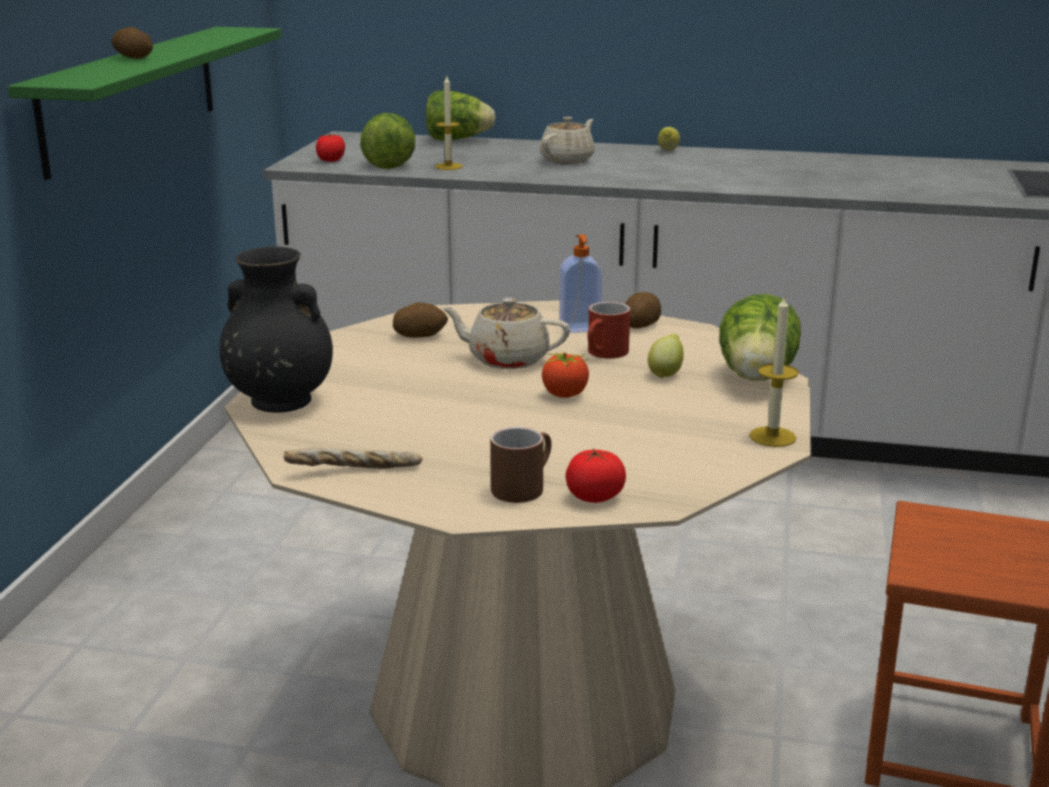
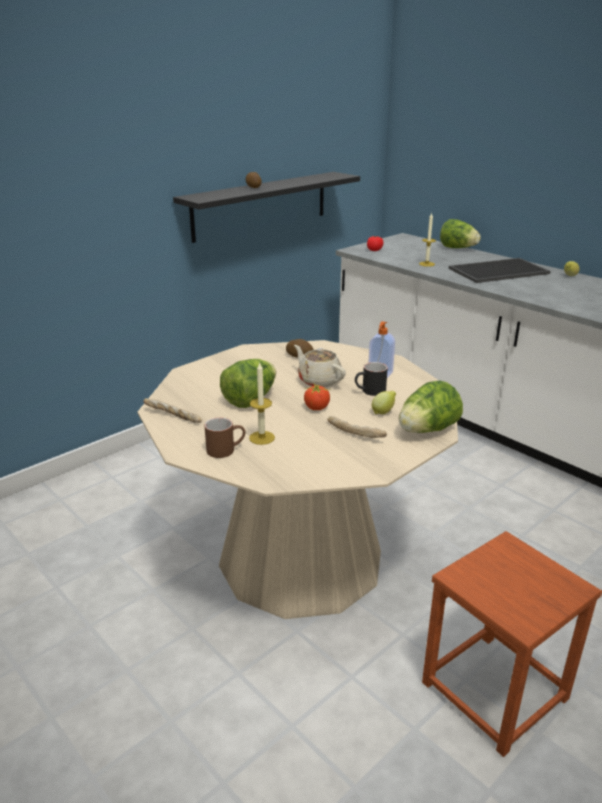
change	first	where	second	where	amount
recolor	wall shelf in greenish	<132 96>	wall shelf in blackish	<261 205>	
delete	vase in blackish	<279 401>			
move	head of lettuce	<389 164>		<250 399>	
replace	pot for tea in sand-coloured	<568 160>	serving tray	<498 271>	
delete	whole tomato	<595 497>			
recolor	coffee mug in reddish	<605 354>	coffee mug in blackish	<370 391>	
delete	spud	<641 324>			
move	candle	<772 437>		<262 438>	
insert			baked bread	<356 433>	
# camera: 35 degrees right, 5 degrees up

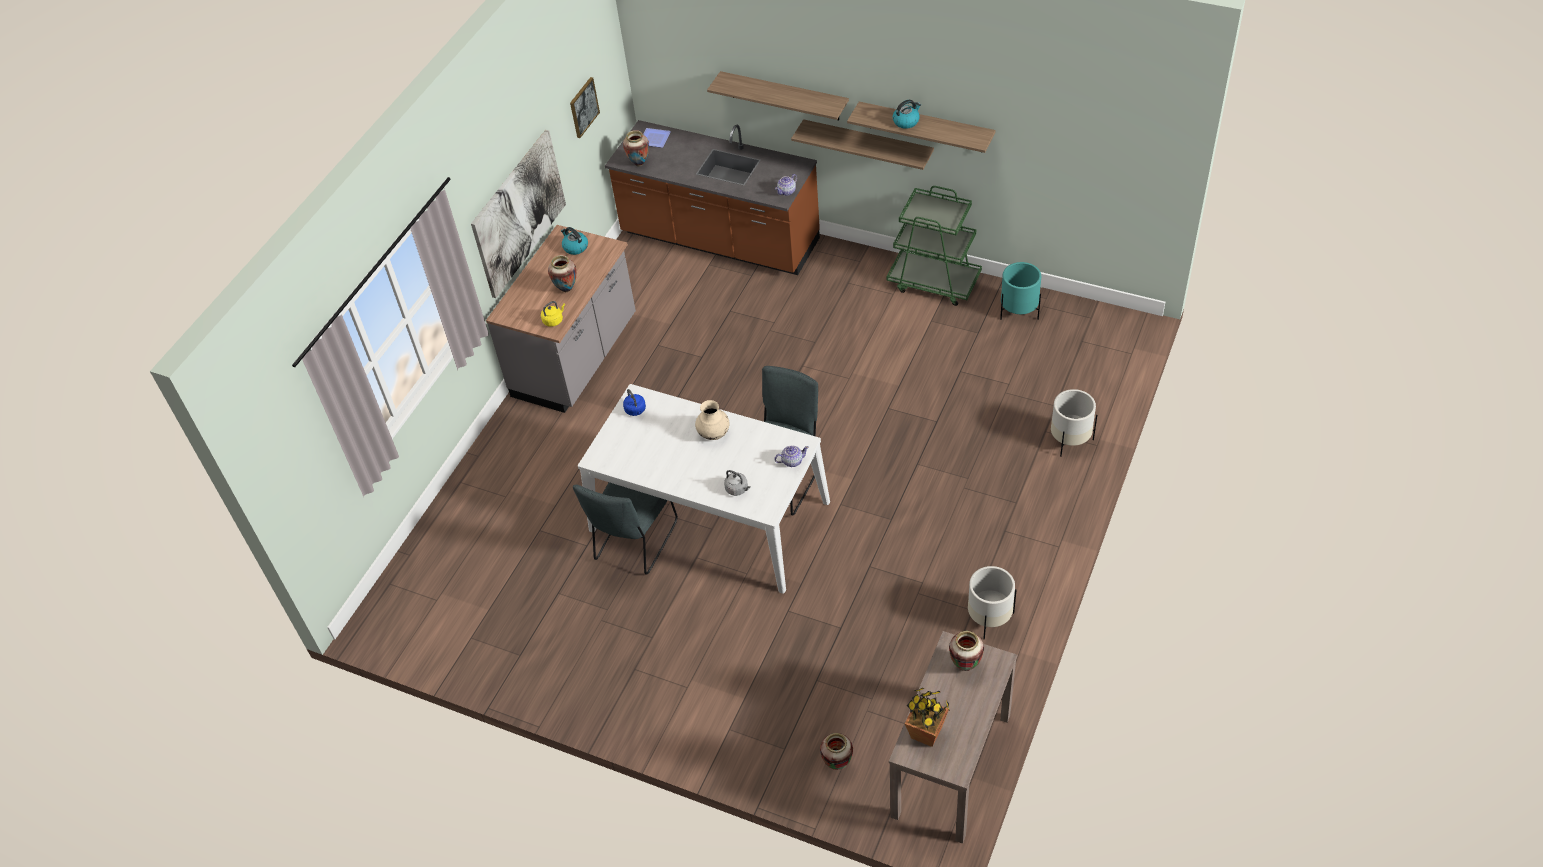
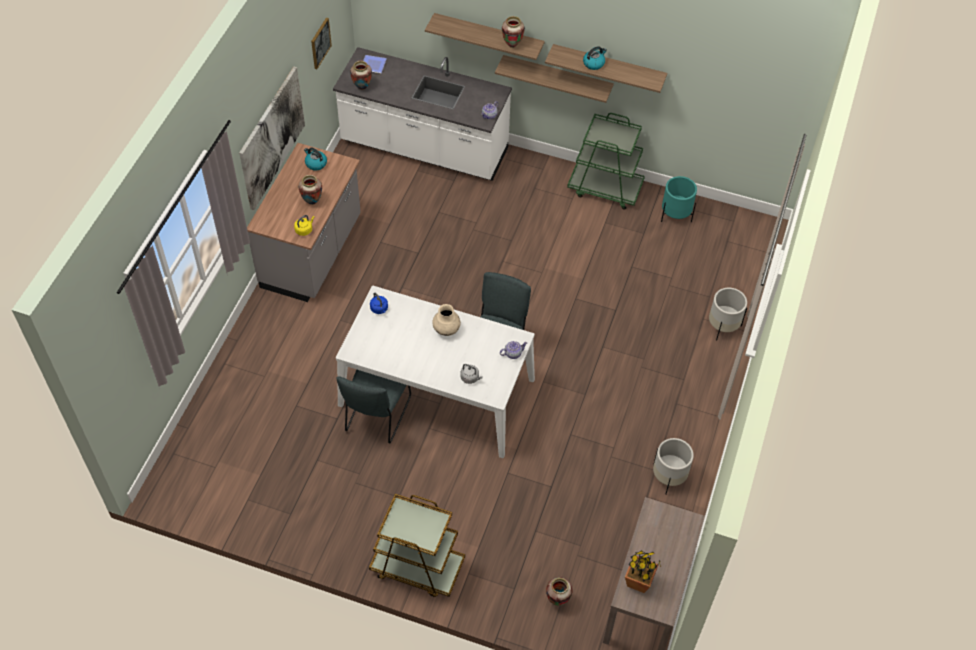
change	first	where	second	where	amount
recolor	kitchen base unit in brown-coloured	<719 239>	kitchen base unit in whitish	<424 147>	
move	vase	<965 665>		<512 45>	
insert			trolley in brown-coloured	<417 567>	
# camera: 10 degrees left, 5 degrees up

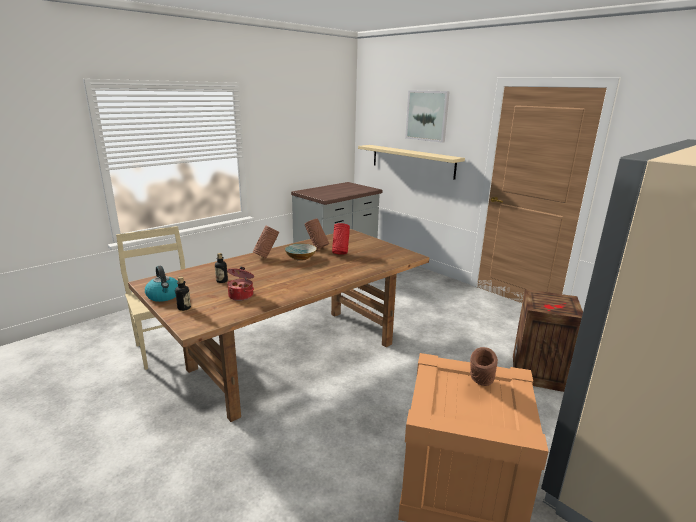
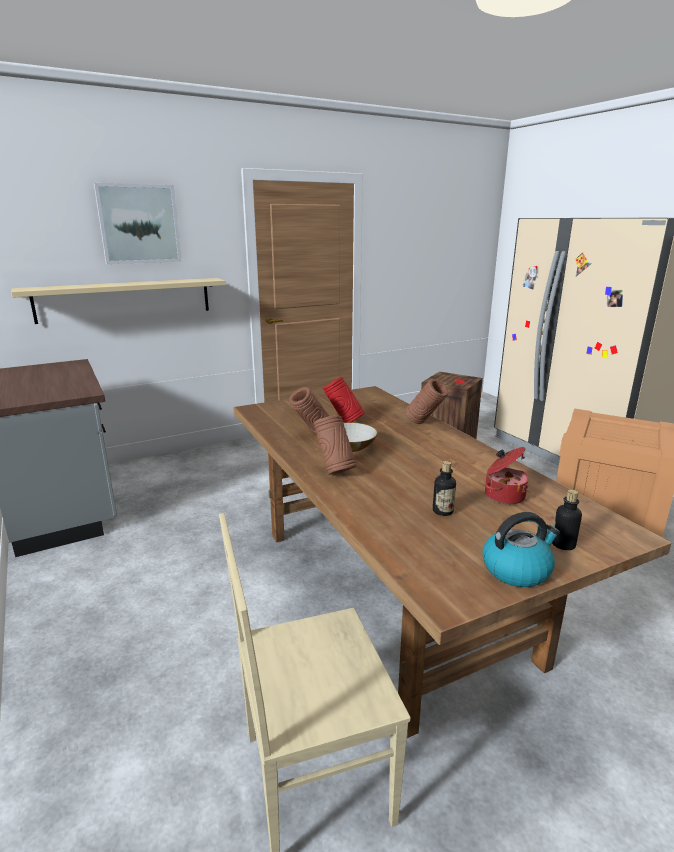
change	first	where	second	where	amount
move	vase in brown-coloured	<480 387>		<425 424>	
# camera: 75 degrees left, 0 degrees up

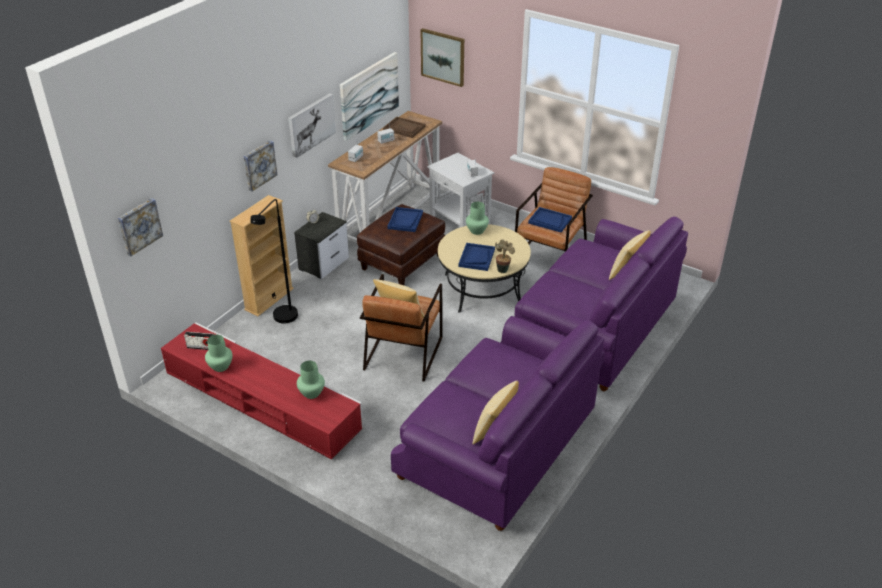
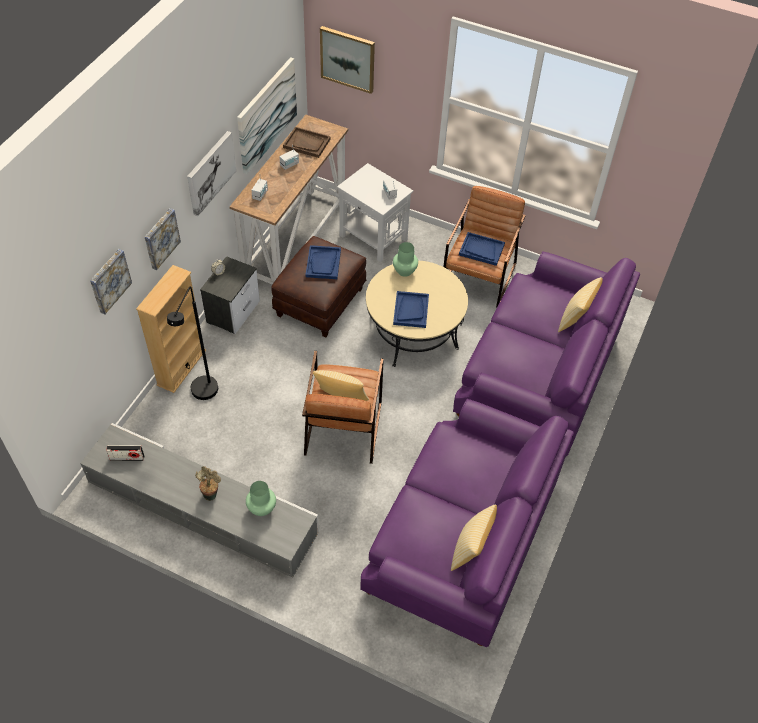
change	first	where	second	where	amount
move	picture	<139 226>		<109 280>	
recolor	tv unit in reddish	<261 400>	tv unit in gray	<201 507>	
delete	vase in greenish	<221 366>			
move	plant in a pot	<503 269>		<211 493>	
# camera: 10 degrees left, 15 degrees up

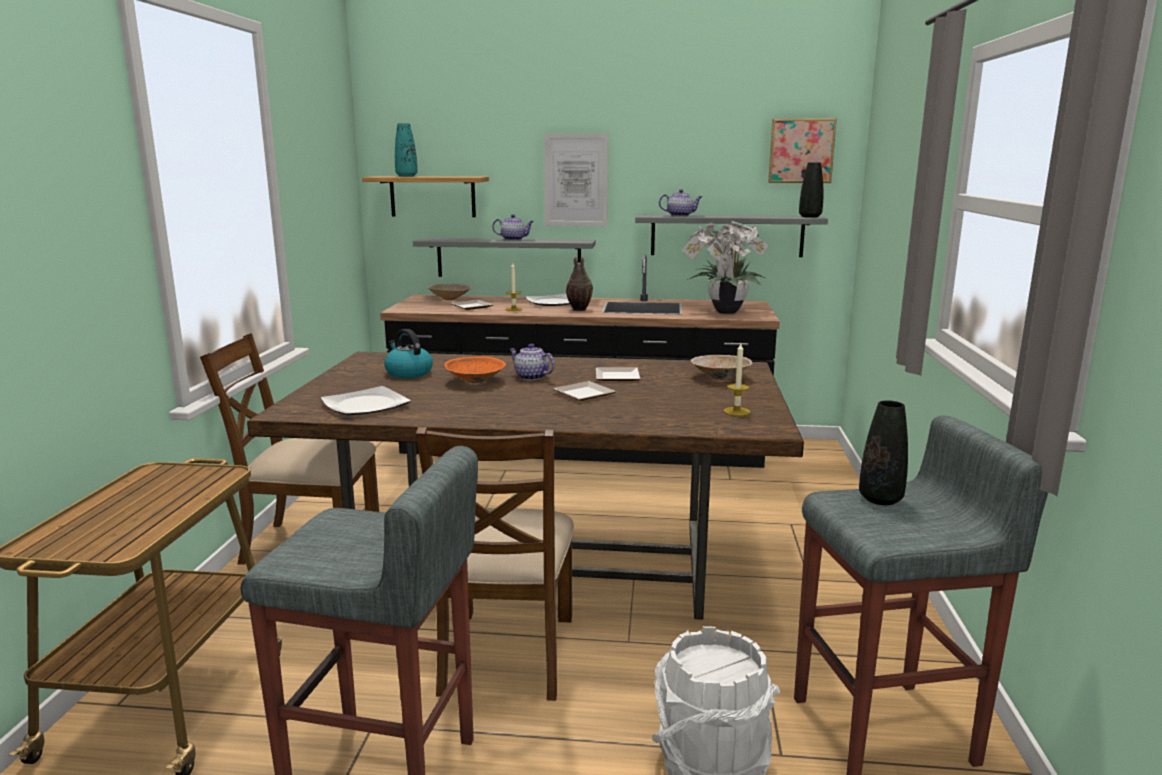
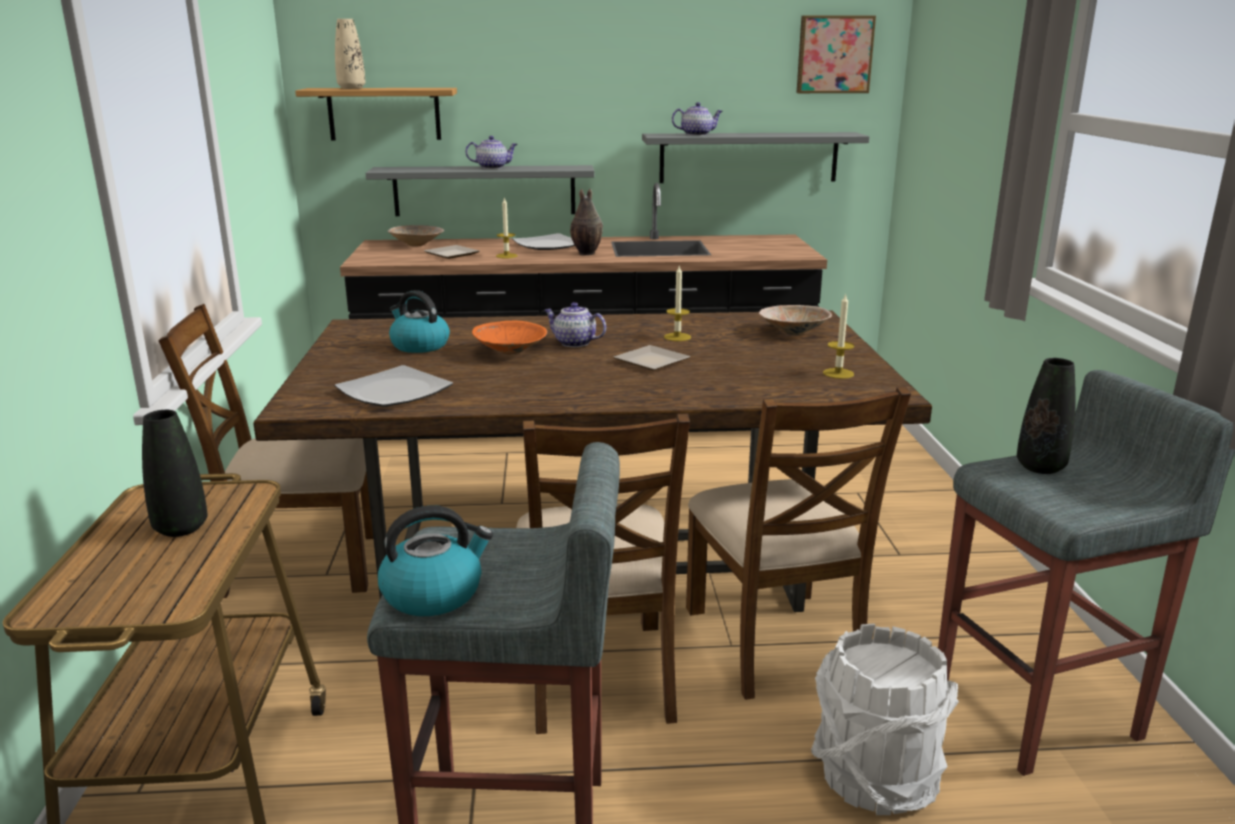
change	first	where	second	where	amount
recolor	vase in turquoise-coloured	<406 176>	vase in sand-coloured	<351 88>	
delete	picture	<576 180>			
replace	flat dish	<619 376>	candle	<677 337>	
delete	plant in a pot	<723 311>			
move	vase in blackish	<810 217>		<181 528>	
insert			kettle	<434 593>	
insert			plain chair in brown-coloured	<775 642>	
# camera: 10 degrees left, 5 degrees up

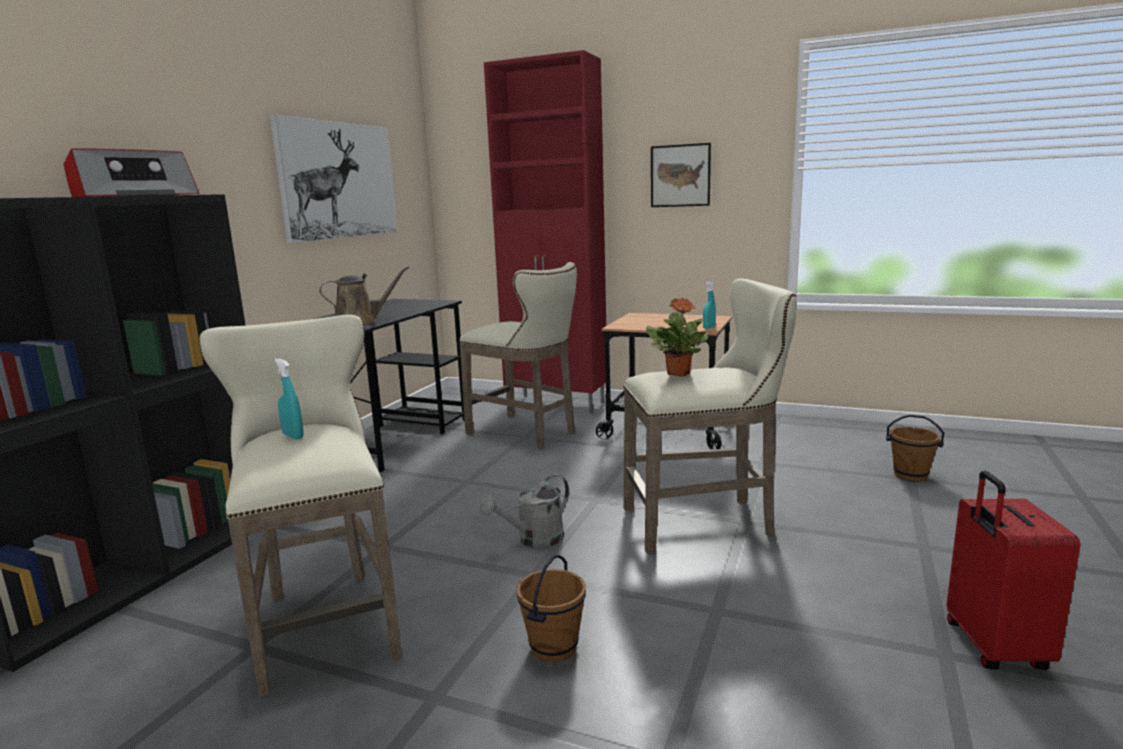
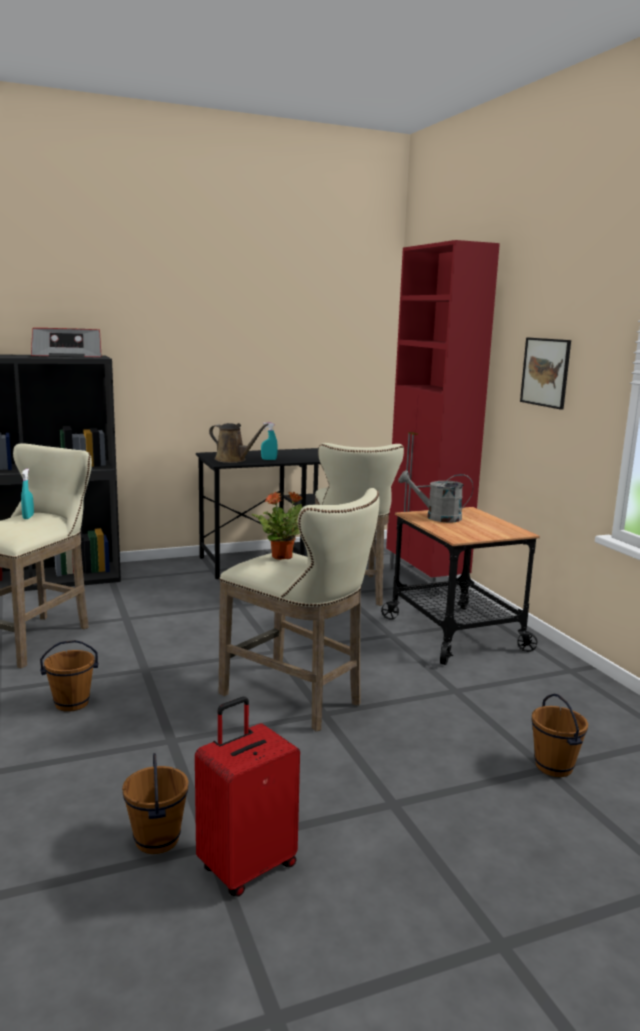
change	first	where	second	where	amount
delete	picture	<339 180>			
move	watering pot in gray	<533 540>		<437 517>	
move	sprayer in turquoise-coloured	<709 328>		<269 459>	
insert			bucket in brown-coloured	<158 840>	
# camera: 45 degrees right, 0 degrees up

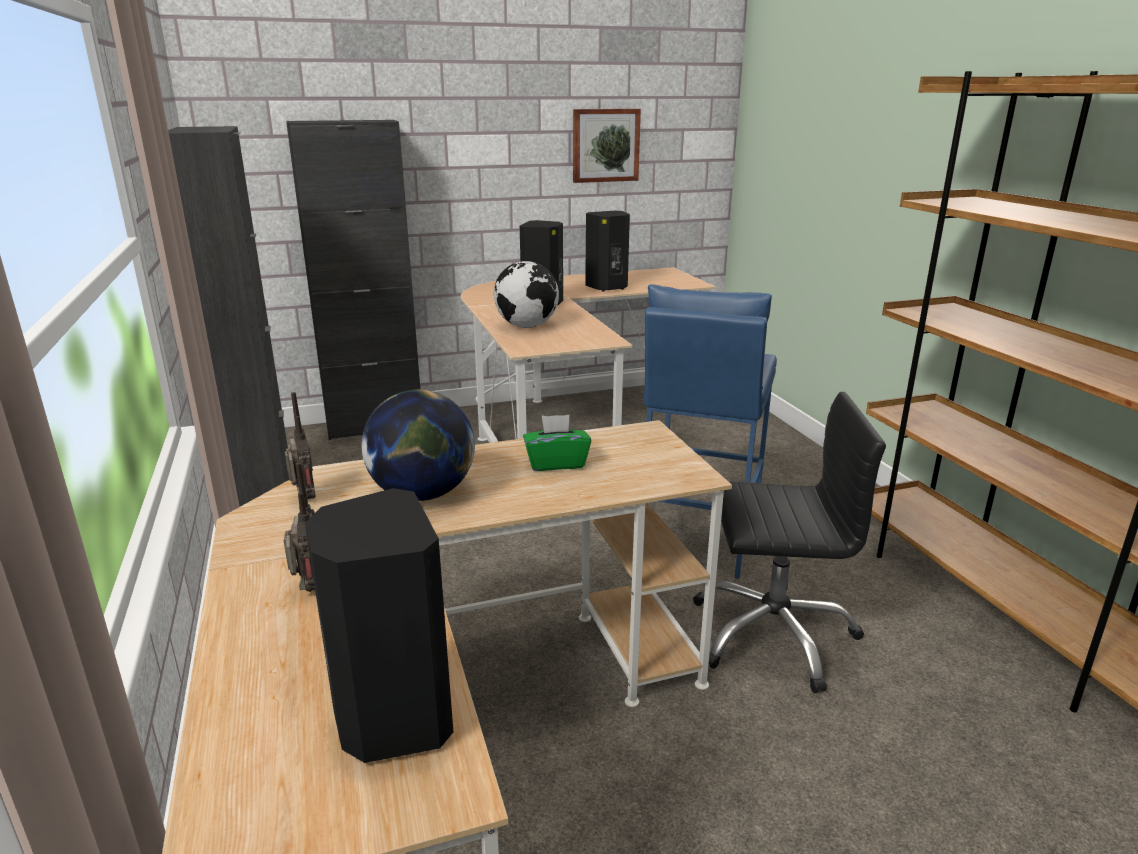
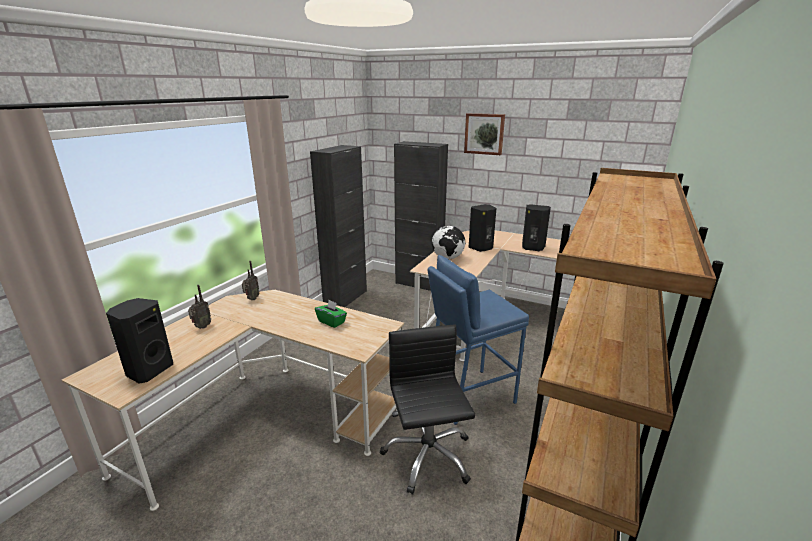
change	first	where	second	where	amount
delete	globe	<422 494>			
move	picture	<605 145>		<484 134>	
rotate	office chair in blackish	<772 633>		<427 456>	150 degrees counterclockwise
# camera: 45 degrees right, 0 degrees up

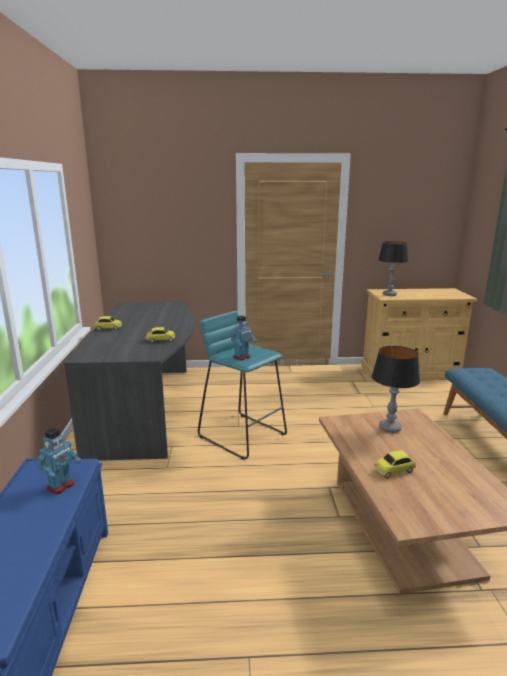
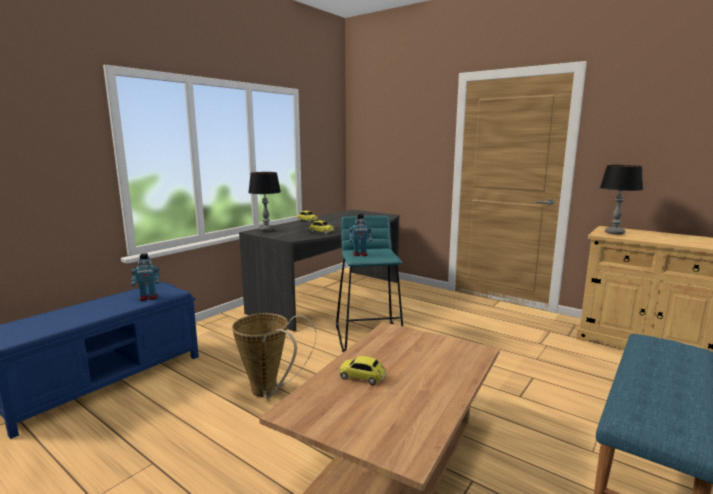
change	first	where	second	where	amount
move	lamp for a table	<390 428>		<266 230>	
insert			storage basket	<269 392>	
# camera: 40 degrees right, 5 degrees down

